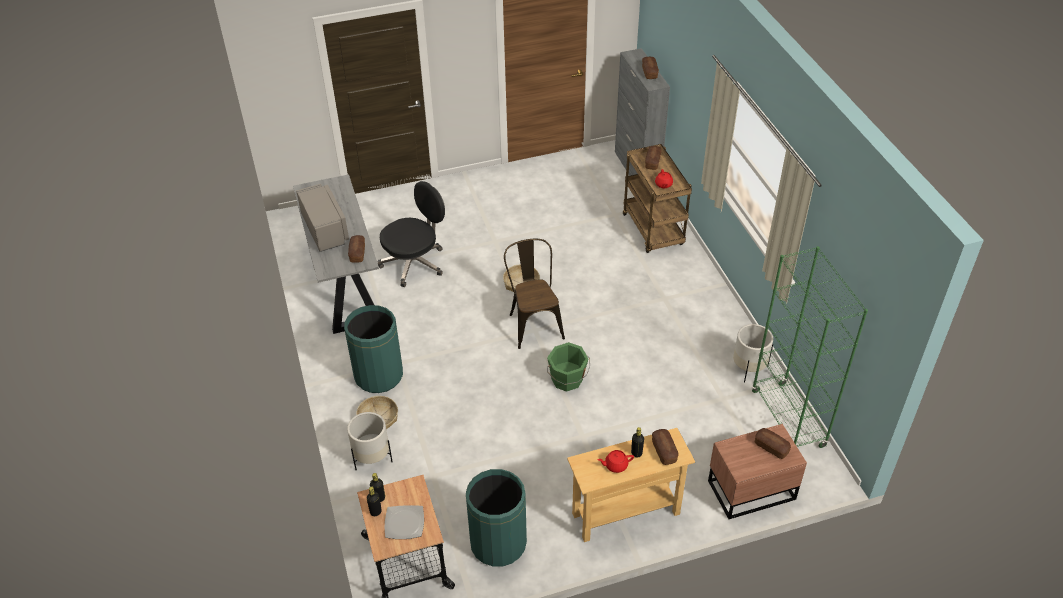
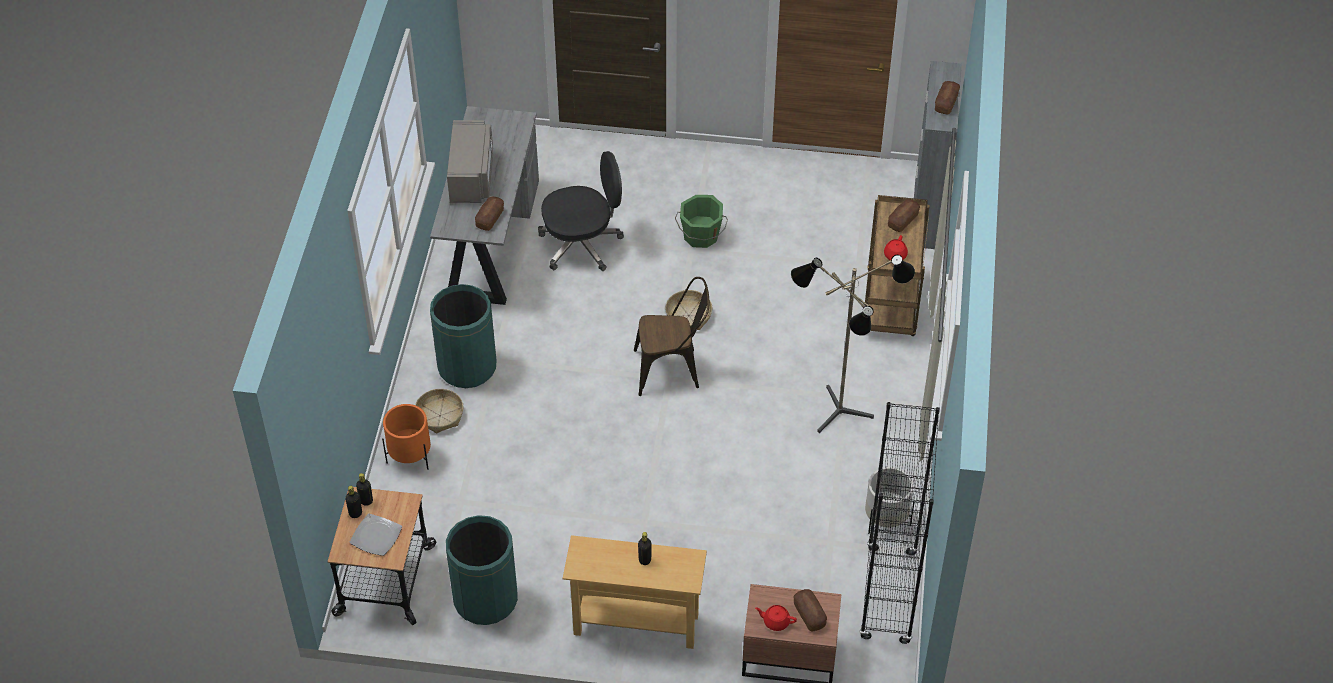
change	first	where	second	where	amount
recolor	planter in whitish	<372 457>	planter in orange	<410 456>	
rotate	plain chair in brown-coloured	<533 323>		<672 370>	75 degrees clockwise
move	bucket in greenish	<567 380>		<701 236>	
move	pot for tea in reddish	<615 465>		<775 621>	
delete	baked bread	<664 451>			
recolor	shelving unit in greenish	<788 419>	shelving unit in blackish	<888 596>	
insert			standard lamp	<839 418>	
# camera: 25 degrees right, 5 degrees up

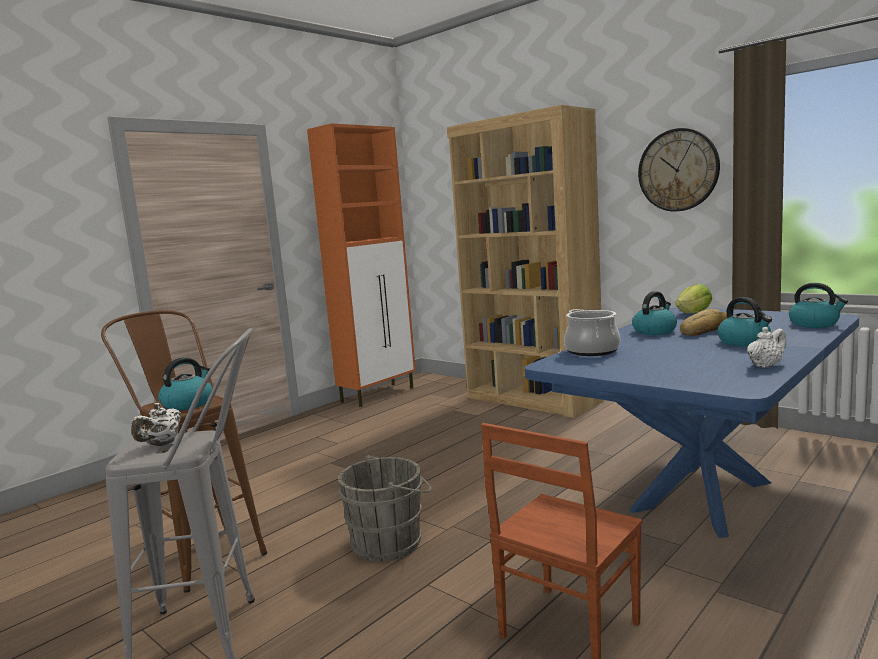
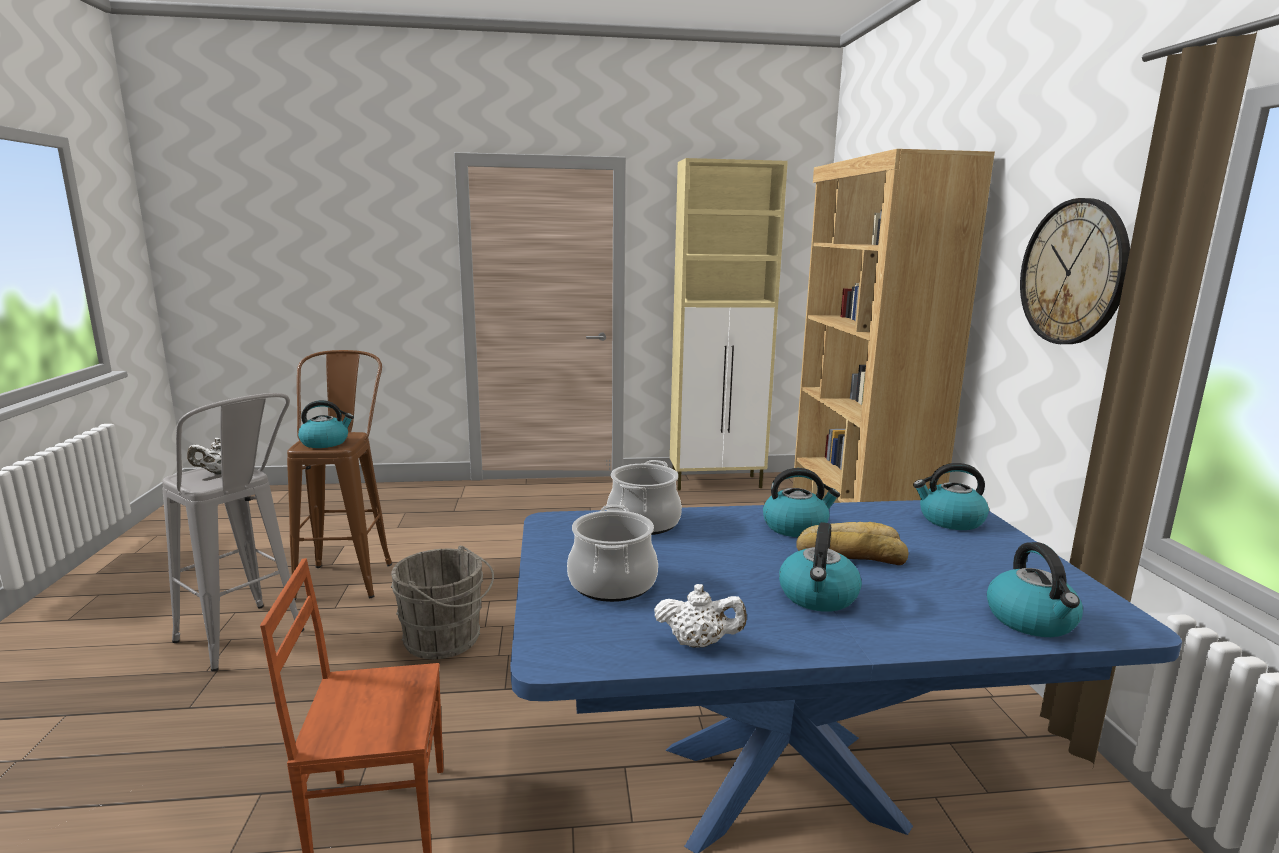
change	first	where	second	where	amount
recolor	storage cabinet in orange	<379 394>	storage cabinet in sand-coloured	<717 483>	
replace	head of lettuce	<694 313>	kettle	<950 520>	
insert			cooking pot	<612 583>	
# camera: 40 degrees right, 5 degrees up

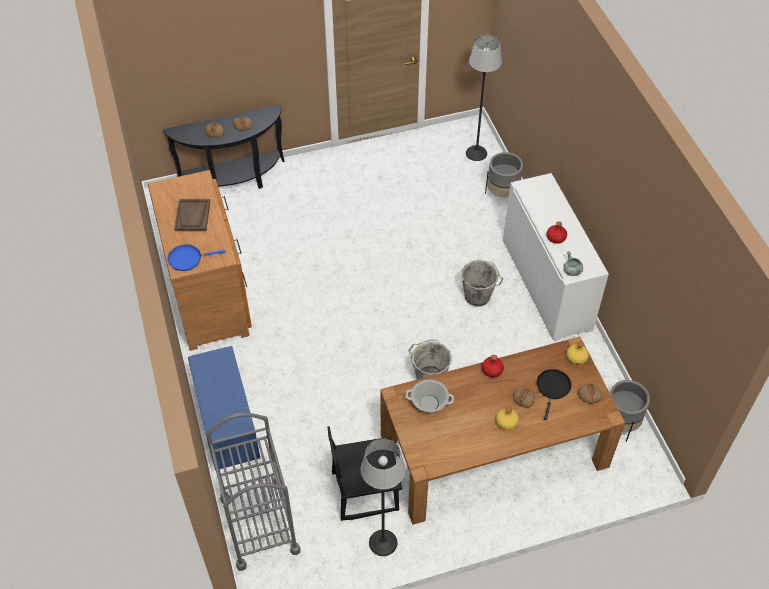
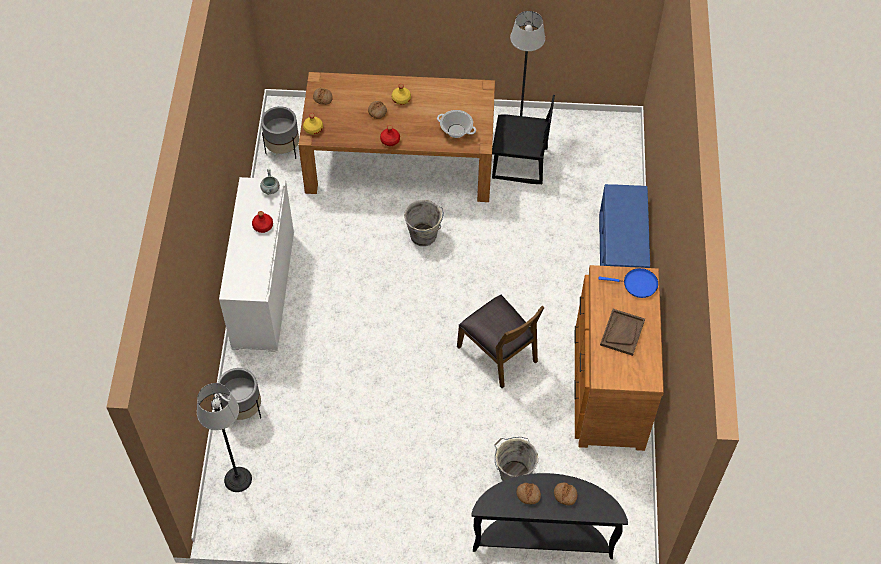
change	first	where	second	where	amount
delete	trolley in gray	<259 525>			
move	bucket in gray	<478 297>		<513 473>	
delete	frying pan in blackish	<553 388>			
insert			plain chair in brown-coloured	<498 353>	
# camera: 160 degrees left, 5 degrees up

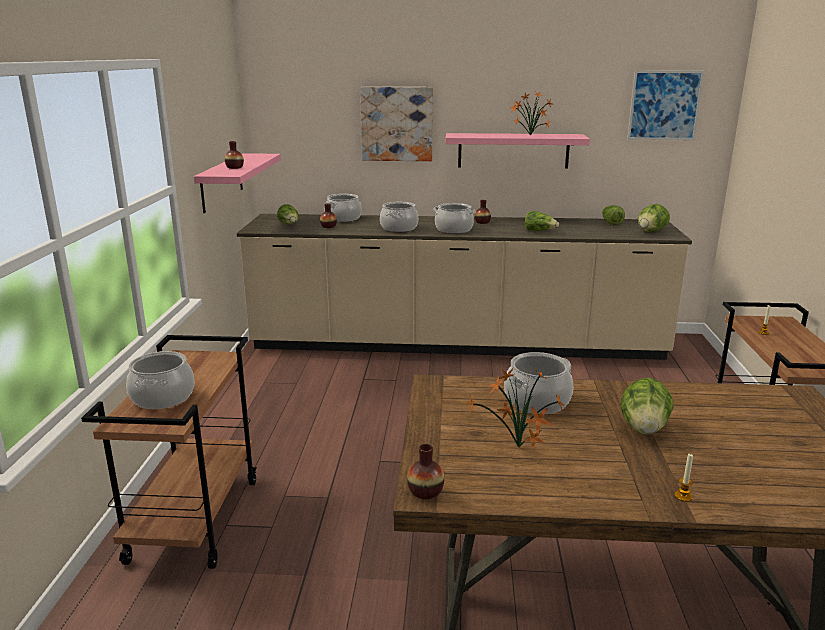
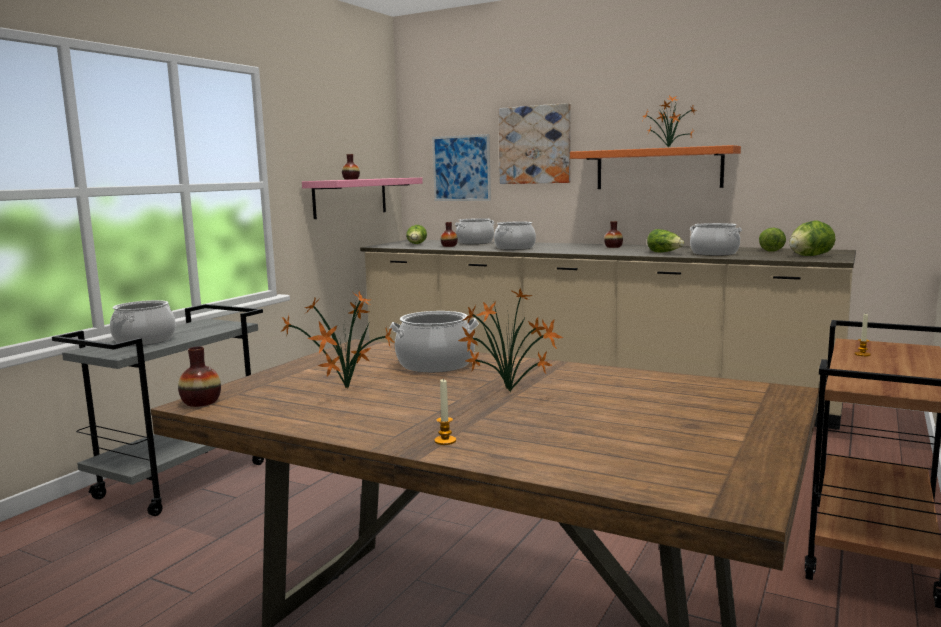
change	first	where	second	where	amount
recolor	trolley in brown-coloured	<194 519>	trolley in gray	<183 479>	
move	cooking pot	<453 230>		<714 253>	
recolor	wall shelf in pinkish	<513 150>	wall shelf in orange	<658 168>	
replace	head of lettuce	<644 428>	plant in a pot	<511 393>	
move	picture	<664 105>		<461 168>	
# camera: 25 degrees right, 10 degrees down

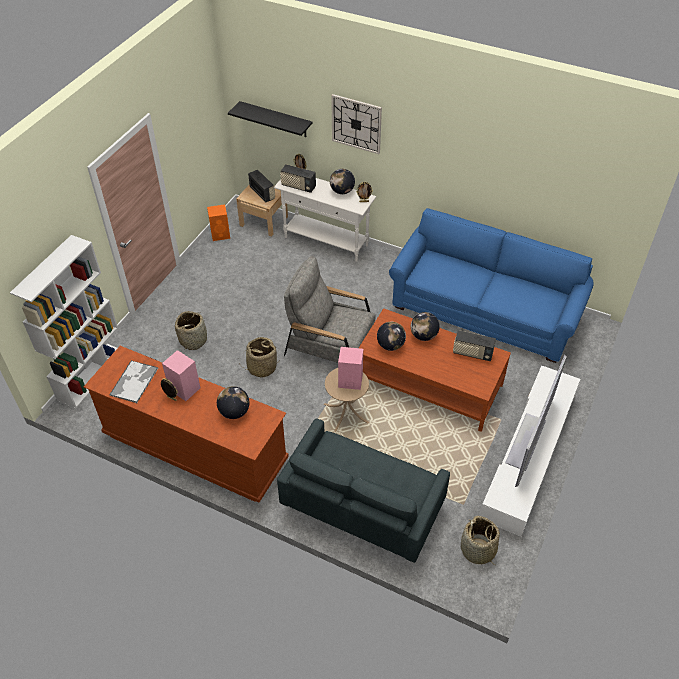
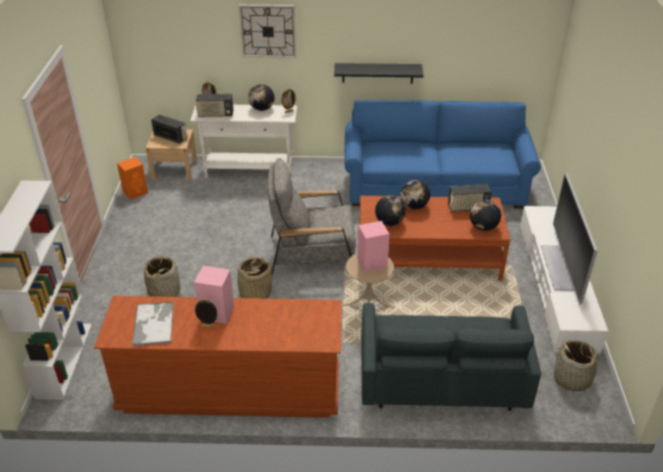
change	first	where	second	where	amount
move	globe	<234 412>		<483 227>	
move	wall shelf in blackish	<276 119>		<377 73>	
# camera: 25 degrees left, 10 degrees down

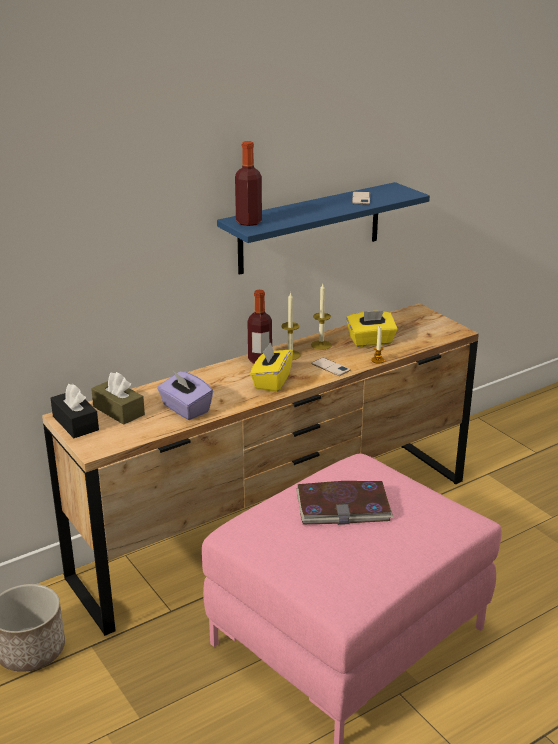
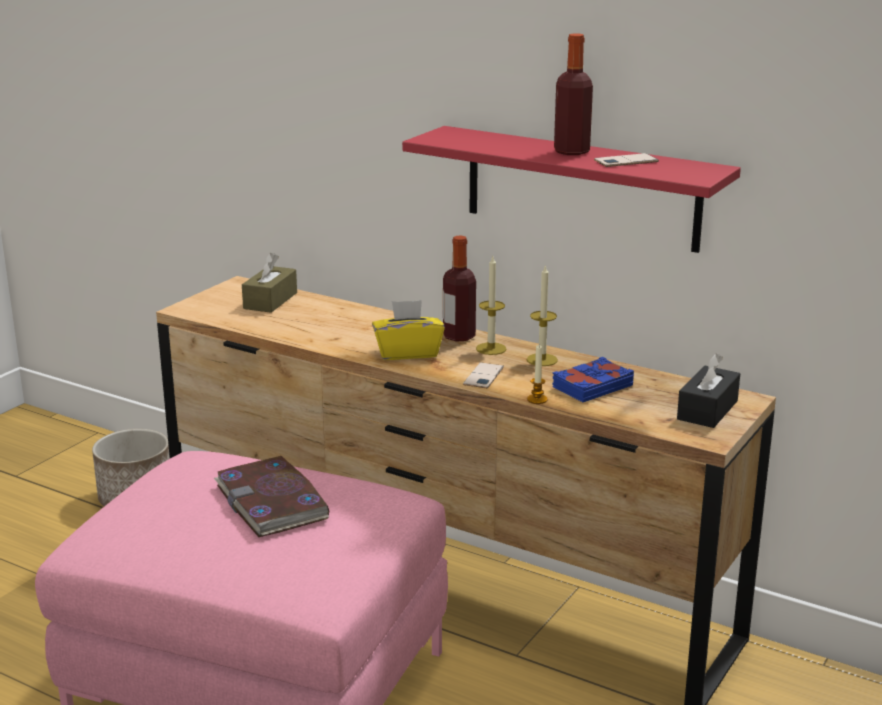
change	first	where	second	where	amount
move	box of tissues in blackish	<75 423>		<707 410>	
delete	box of tissues in purple	<185 409>			
recolor	wall shelf in blue	<310 228>	wall shelf in reddish	<581 188>	
move	bottle	<249 222>		<571 151>	
replace	box of tissues in yellow-coloured	<371 341>	volume in blue	<591 386>	
# camera: 65 degrees right, 5 degrees down

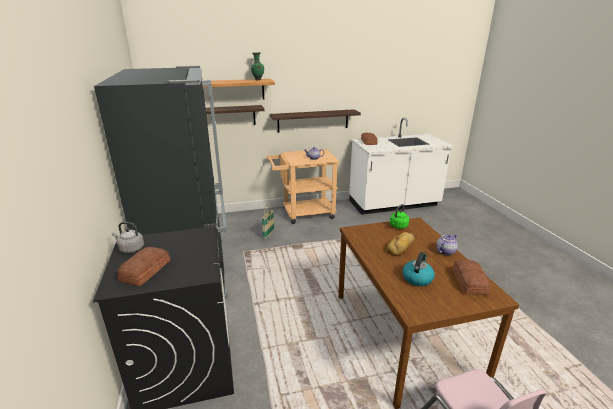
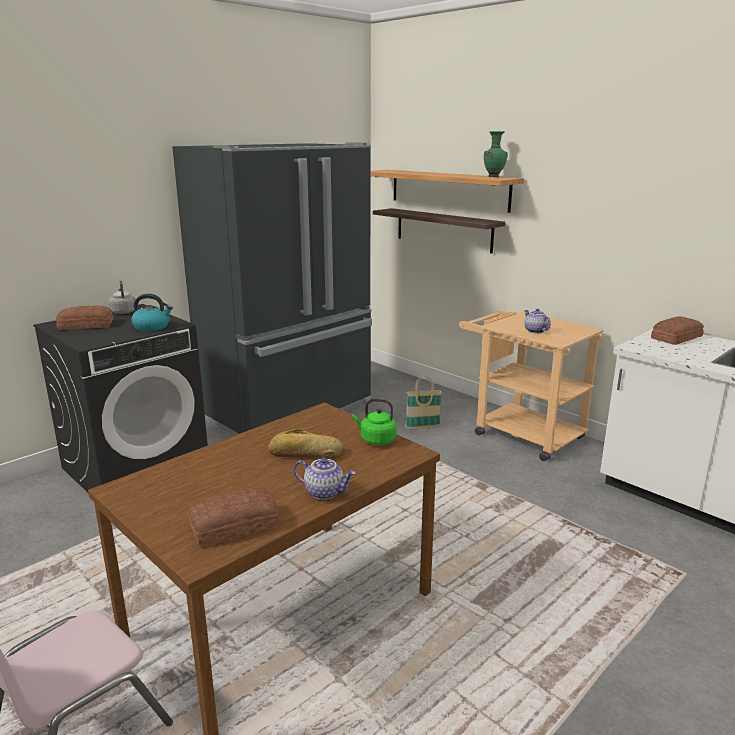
change	first	where	second	where	amount
delete	wall shelf	<313 120>			
move	kettle	<417 278>		<152 327>	
# camera: 60 degrees right, 5 degrees down

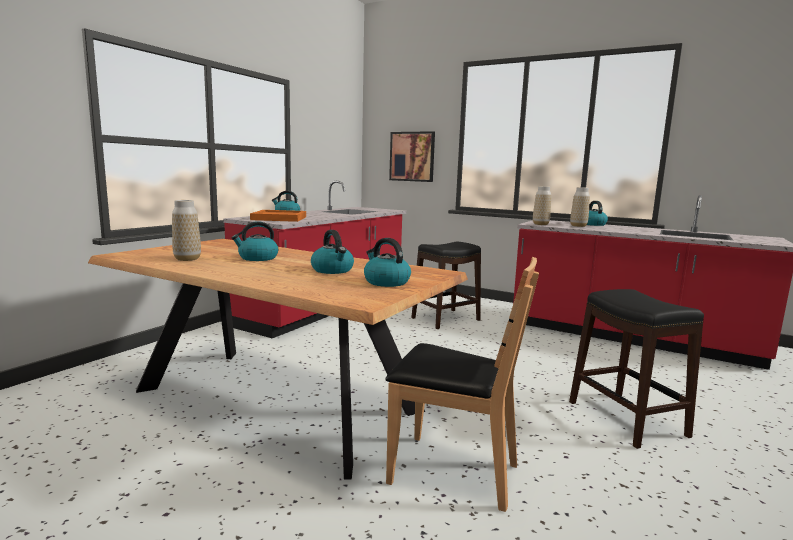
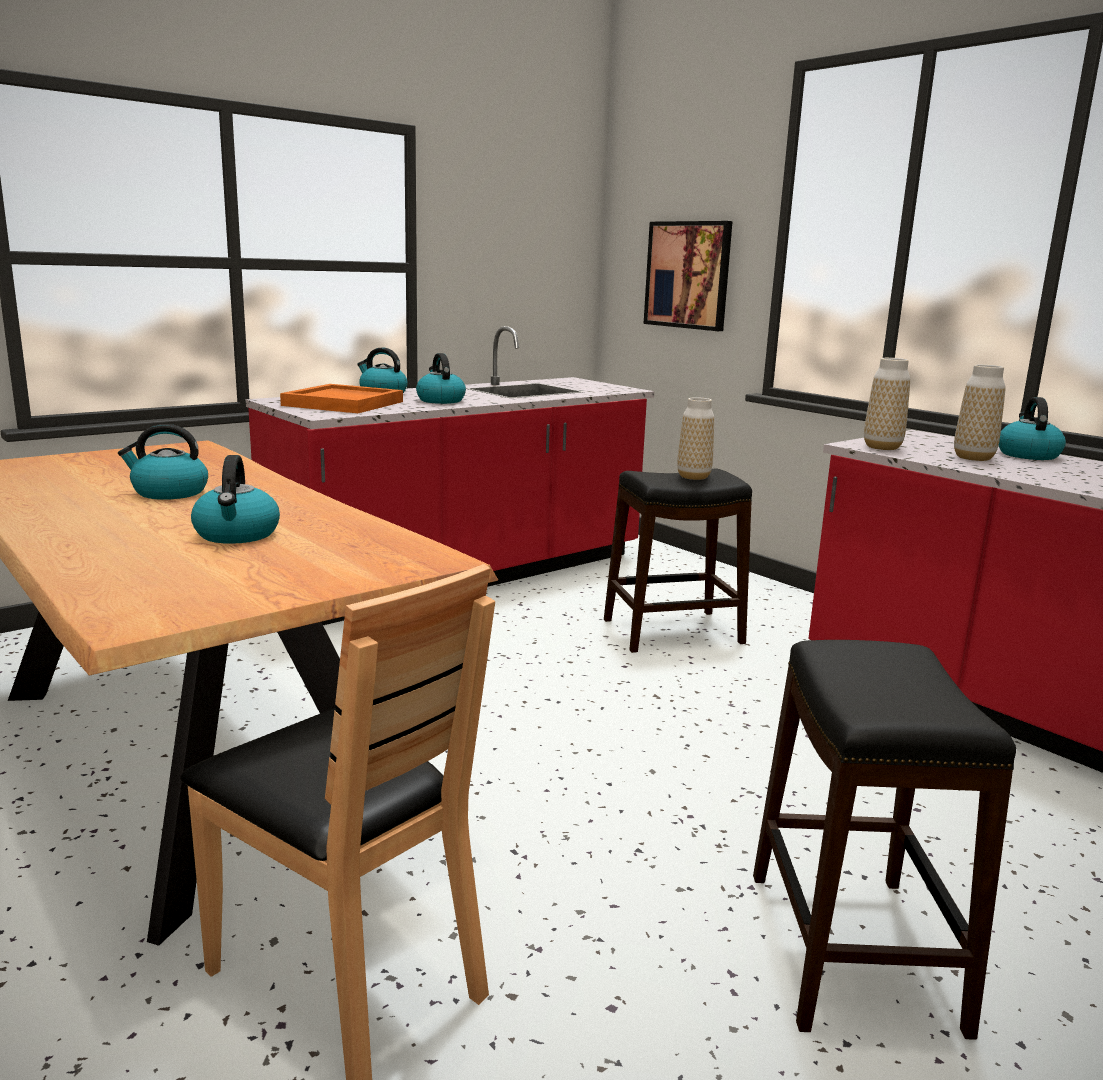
change	first	where	second	where	amount
move	vase	<187 259>		<693 477>	
move	kettle	<386 282>		<440 400>	
# camera: 20 degrees right, 5 degrees up

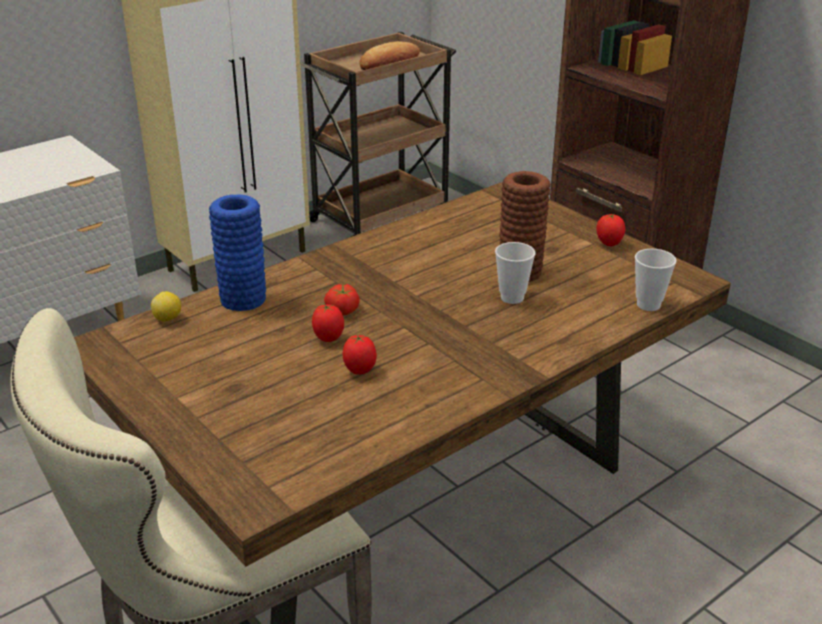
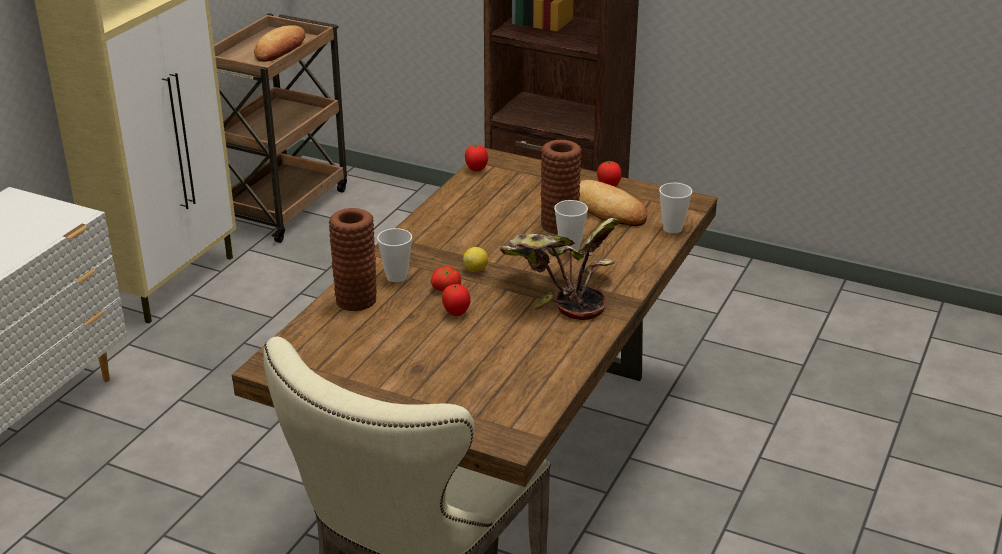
change	first	where	second	where	amount
move	whole lemon	<168 319>		<476 269>	
recolor	vase in blue	<243 299>	vase in brown-coloured	<356 300>	
move	whole tomato	<360 371>		<476 170>	
insert			cup	<396 277>	
insert			plant in a pot	<558 293>	
insert			baked bread	<608 210>	
# camera: 25 degrees left, 0 degrees up

